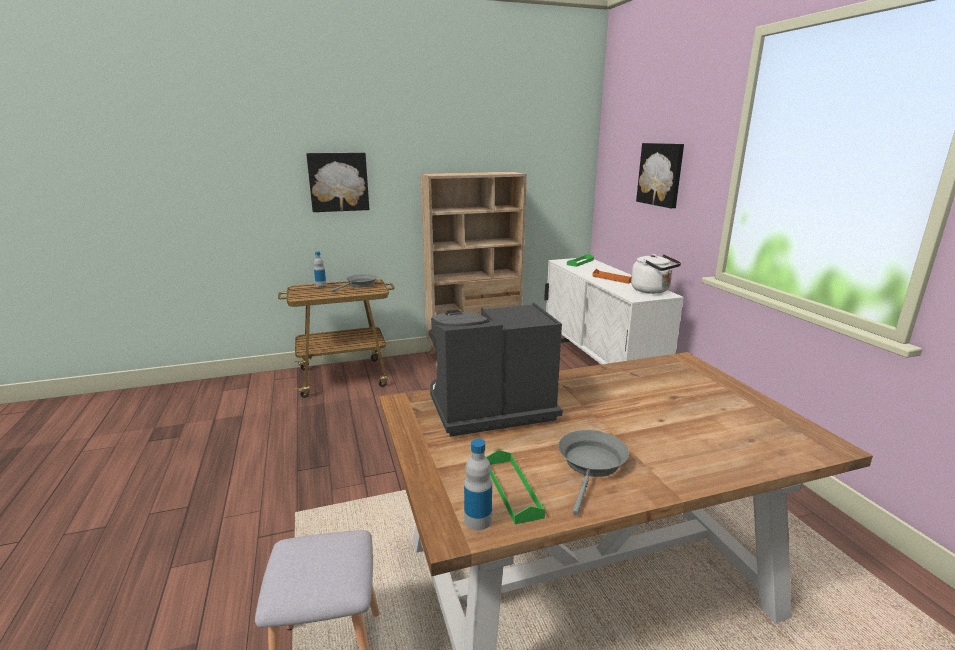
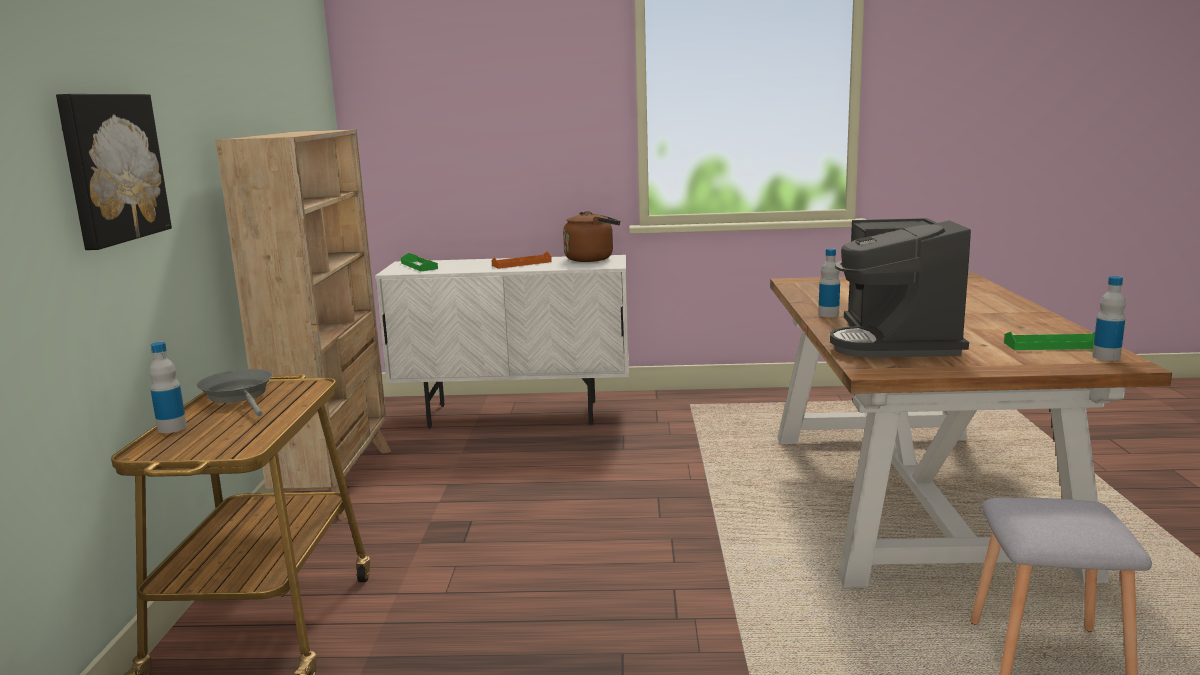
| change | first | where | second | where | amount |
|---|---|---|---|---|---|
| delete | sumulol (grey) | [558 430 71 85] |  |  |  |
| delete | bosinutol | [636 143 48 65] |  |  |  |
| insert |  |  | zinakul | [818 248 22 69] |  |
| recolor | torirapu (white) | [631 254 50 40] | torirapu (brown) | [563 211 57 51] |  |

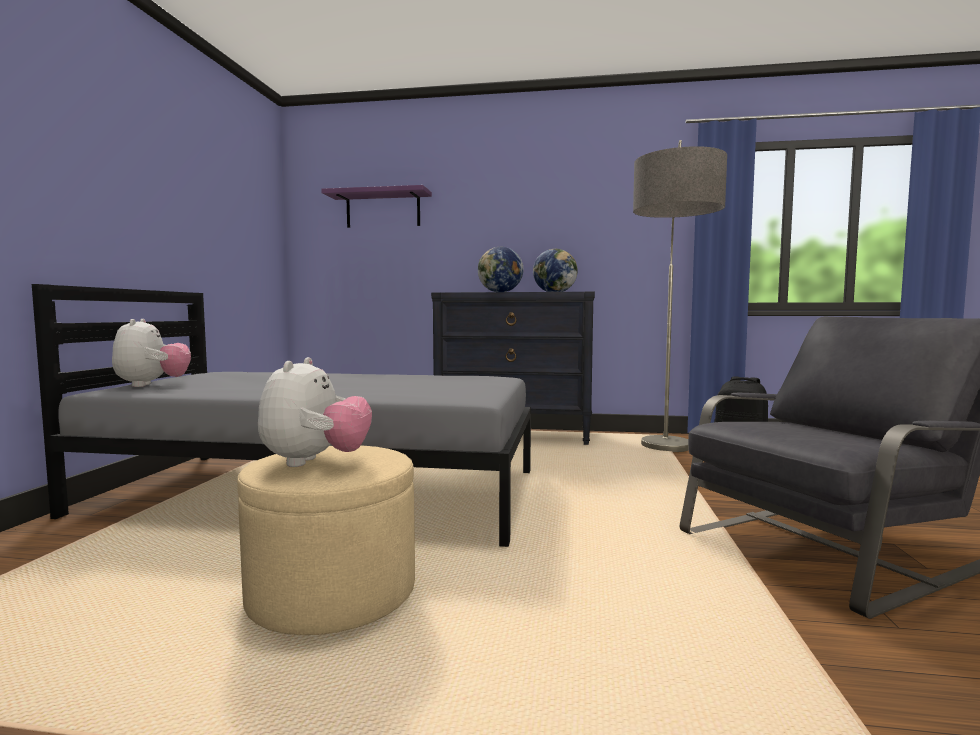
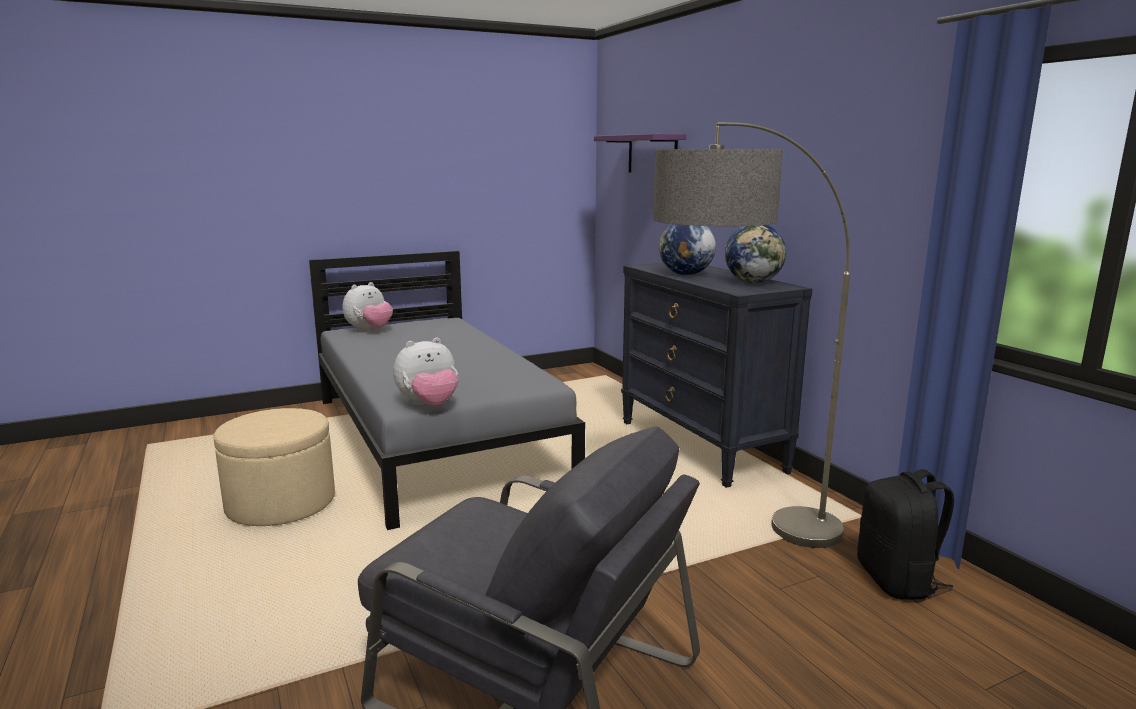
| change | first | where | second | where | amount |
|---|---|---|---|---|---|
| move | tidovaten | [258 357 114 110] |  | [393 338 65 67] |  |

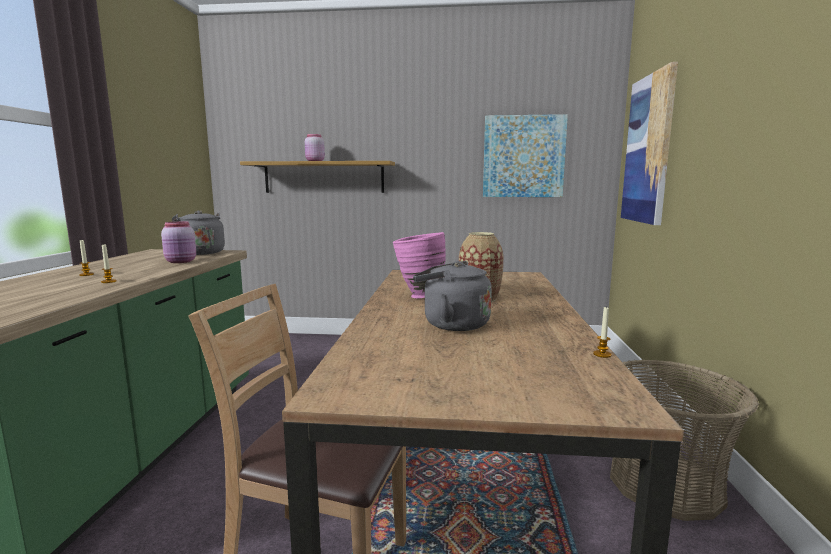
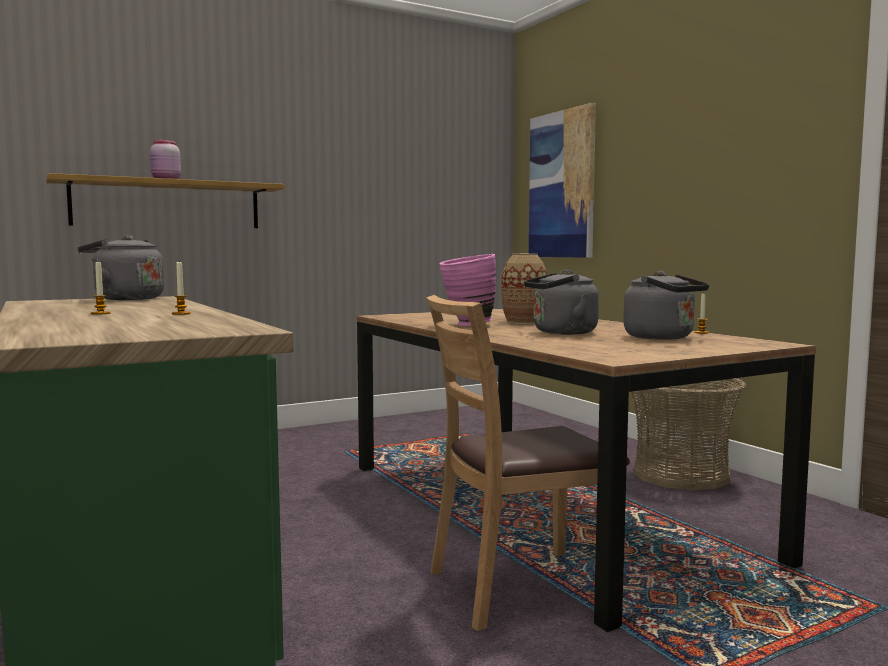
| change | first | where | second | where | amount |
|---|---|---|---|---|---|
| delete | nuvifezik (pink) | [161 221 35 42] |  |  |  |
| delete | bosinutol | [483 114 85 83] |  |  |  |
| insert |  |  | torirapu (grey) | [623 271 86 69] |  |

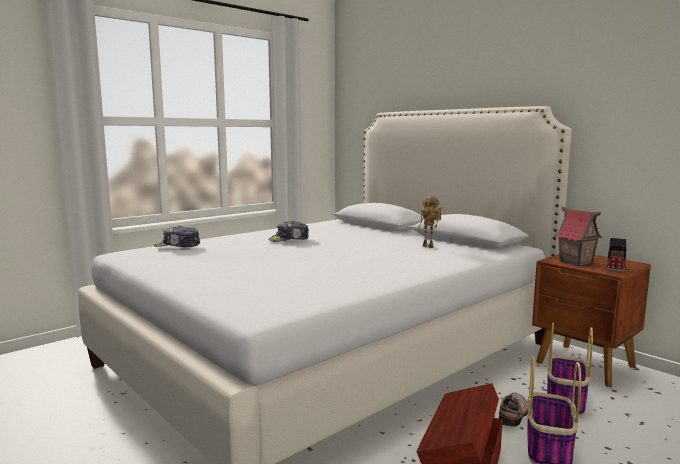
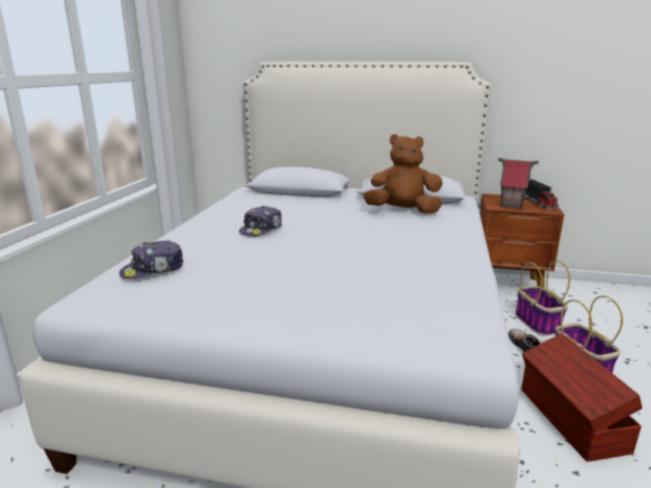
| change | first | where | second | where | amount |
|---|---|---|---|---|---|
| replace | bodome | [417 197 25 51] | tidovaten (brown) | [363 134 80 80] |  |

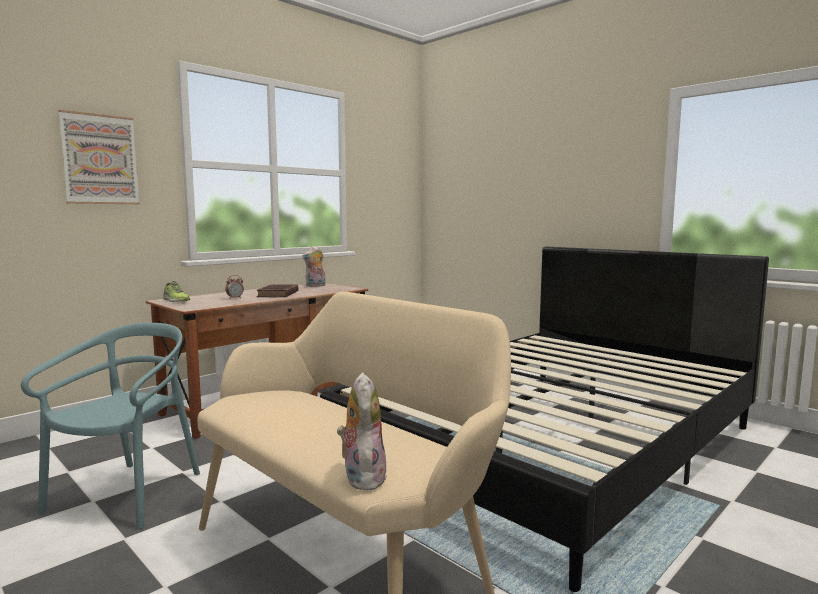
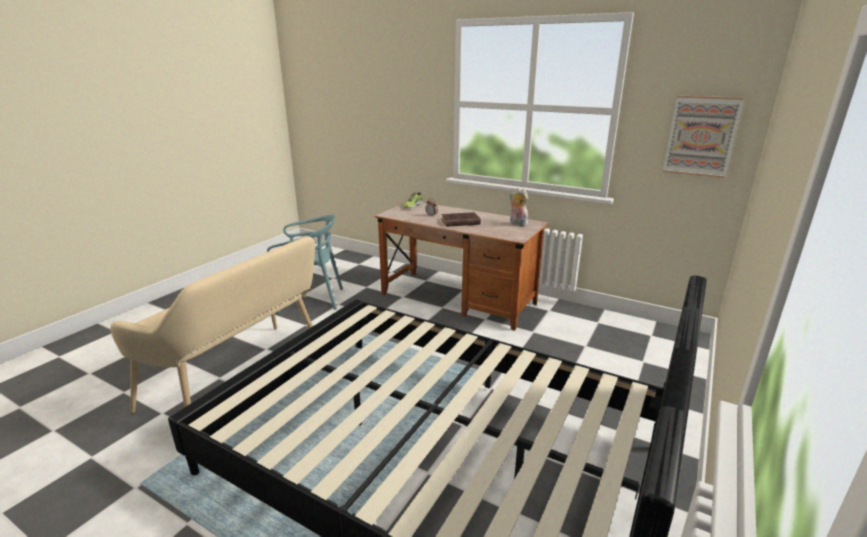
| change | first | where | second | where | amount |
|---|---|---|---|---|---|
| delete | tidovaten | [337 372 50 119] |  |  |  |
| move | bosinutol | [58 110 82 94] |  | [663 95 81 83] |  |

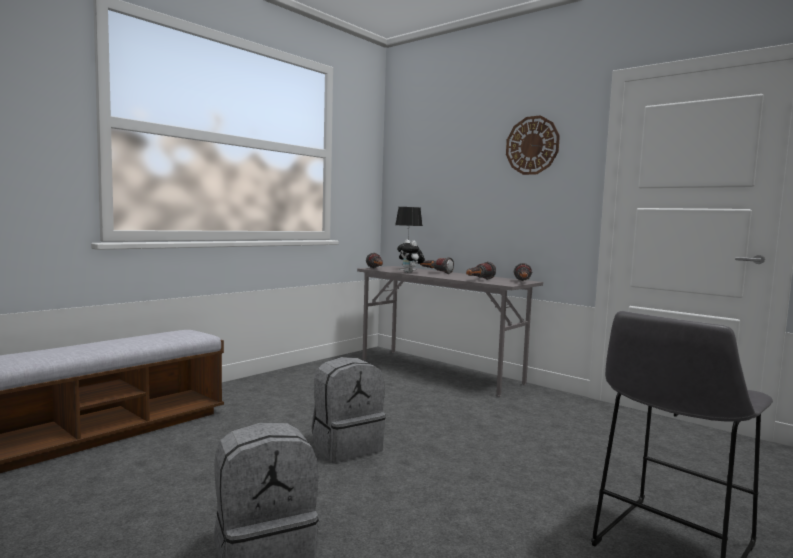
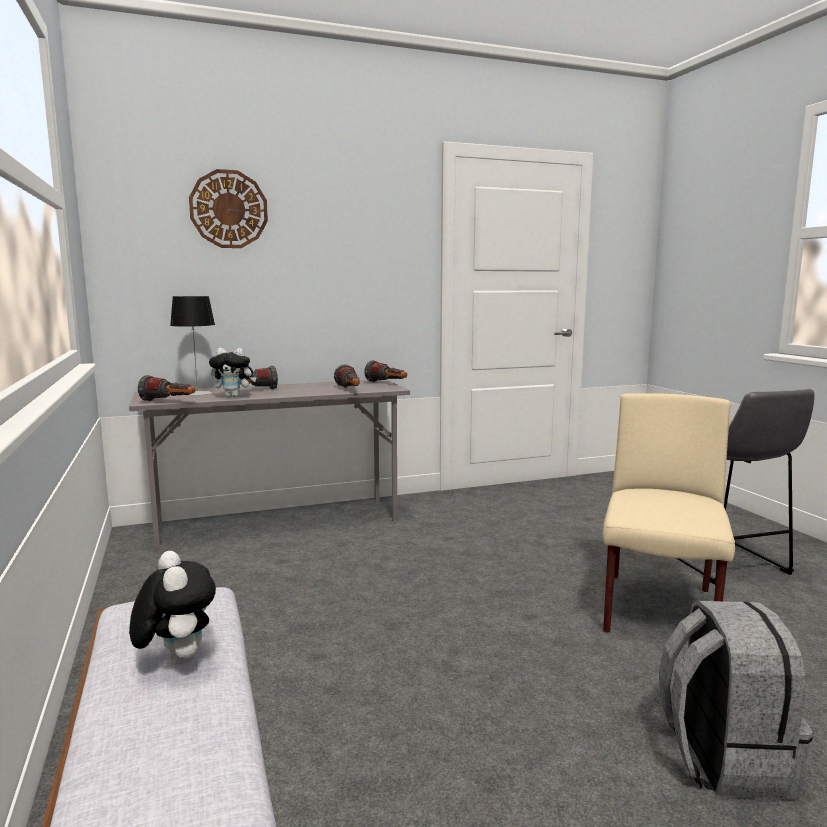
| change | first | where | second | where | amount |
|---|---|---|---|---|---|
| delete | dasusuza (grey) | [312 357 74 105] |  |  |  |
| insert |  |  | tidovaten | [129 551 87 115] |  |
| insert |  |  | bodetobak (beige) | [603 393 132 240] |  |
| move | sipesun | [506 115 54 60] |  | [189 169 79 79] |  |

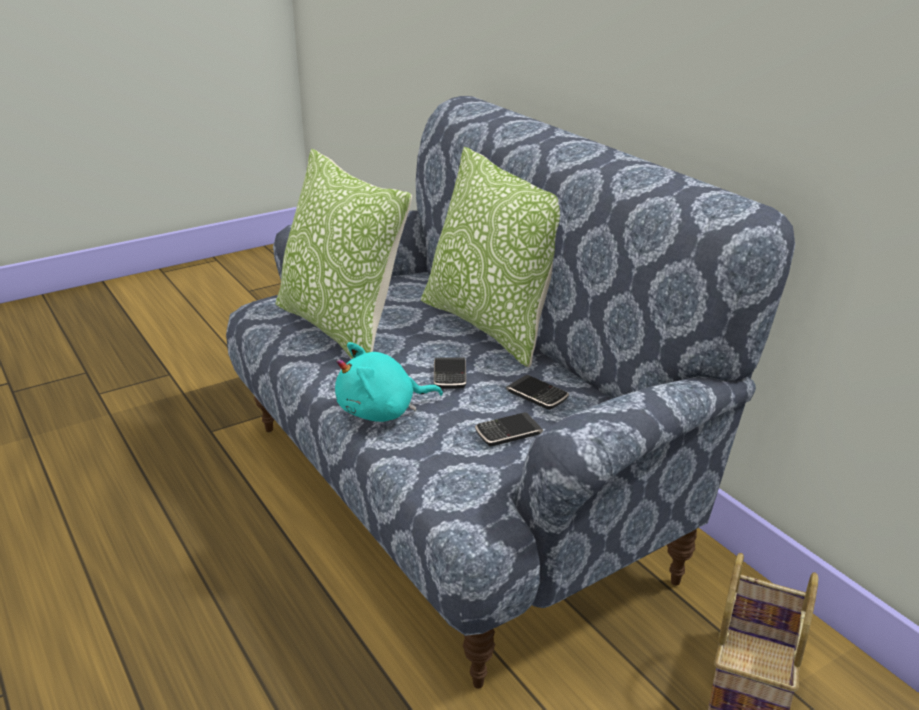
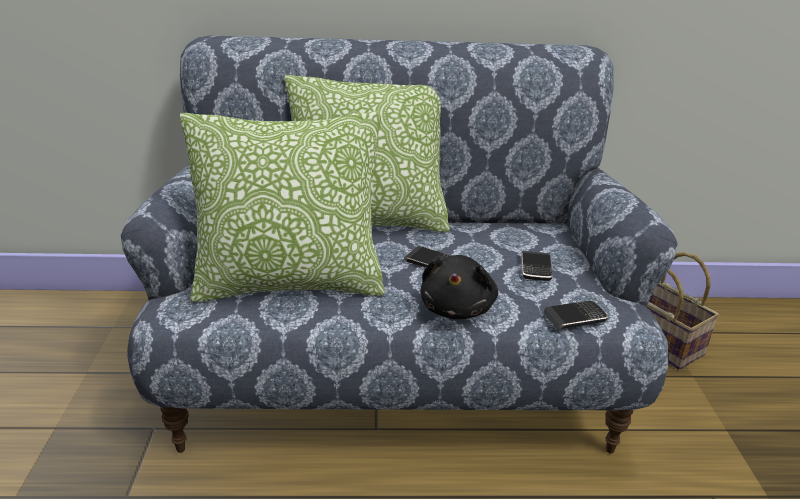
| change | first | where | second | where | amount |
|---|---|---|---|---|---|
| move | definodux | [506 375 63 35] |  | [544 301 64 28] |  |
| recolor | tidovaten (turquoise) | [335 342 108 80] | tidovaten (black) | [421 255 77 64] |  |

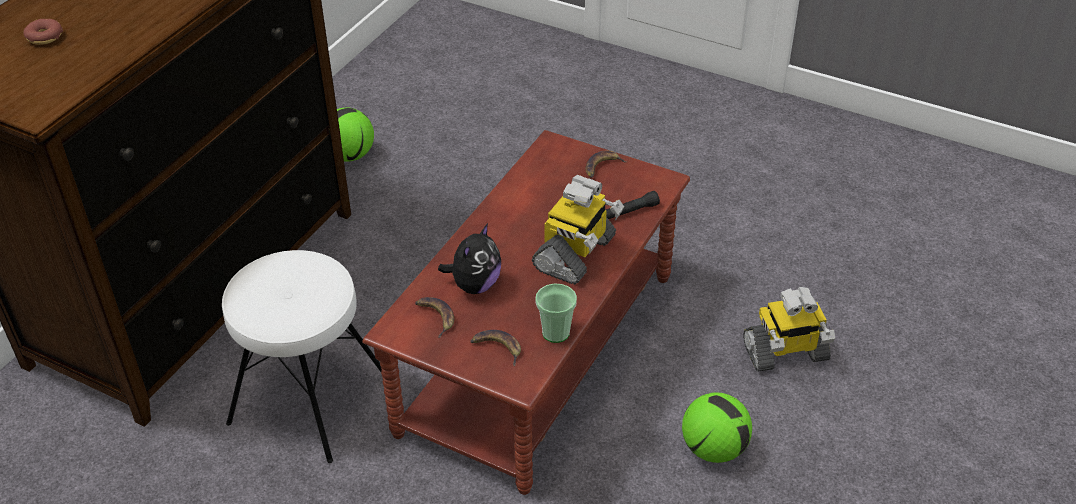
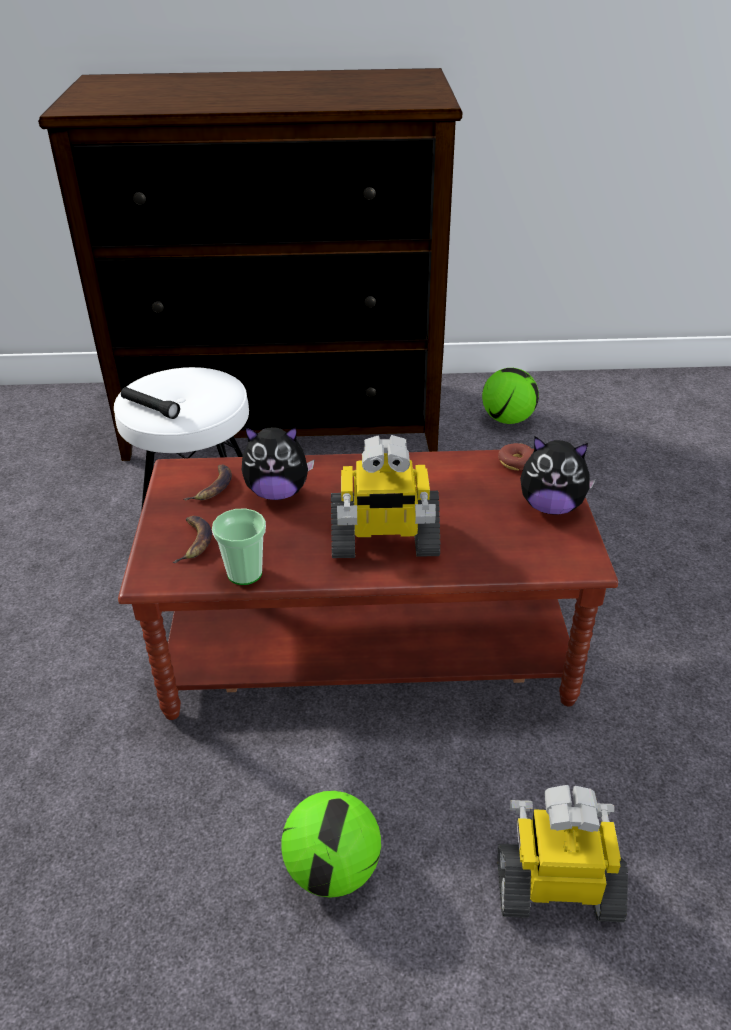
| change | first | where | second | where | amount |
|---|---|---|---|---|---|
| move | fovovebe | [24 19 39 26] |  | [498 443 36 28] |  |
| move | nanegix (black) | [606 191 54 28] |  | [121 387 59 32] |  |
| replace | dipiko | [586 150 42 28] | tidovaten | [520 436 76 78] |  |
| rotate | bodome | [743 287 92 85] |  | [497 785 131 137] | 135 degrees clockwise |

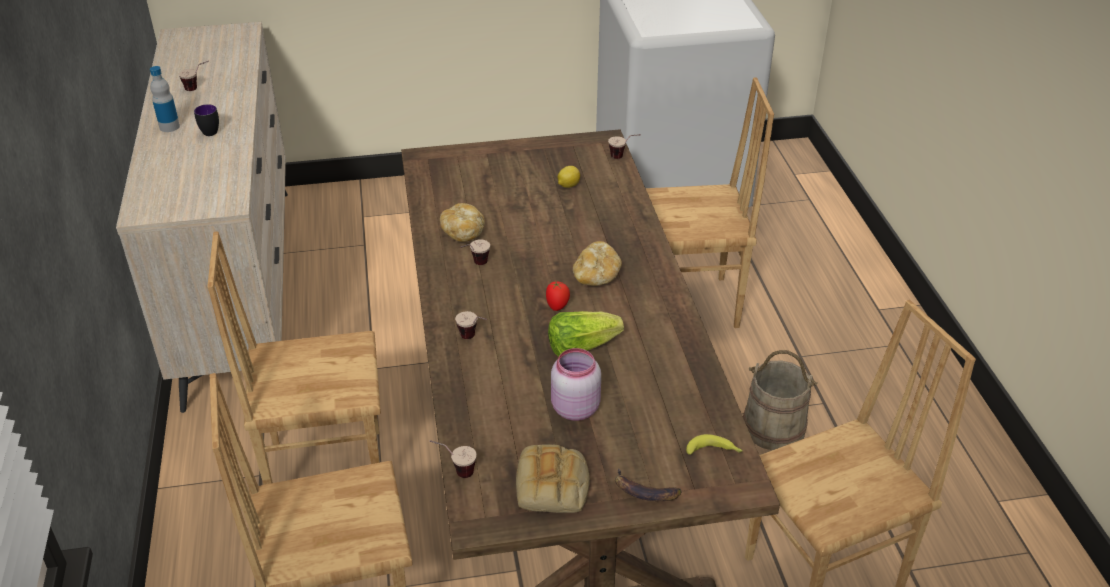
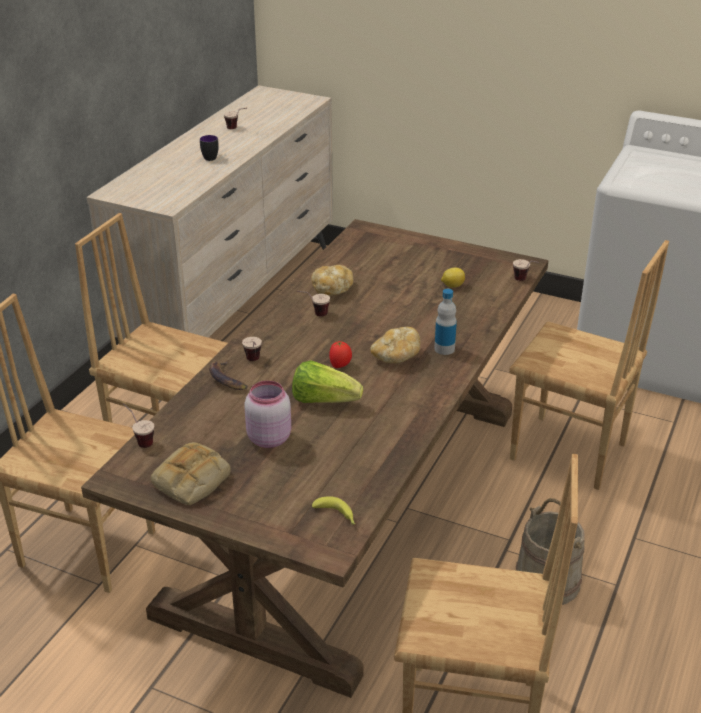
| change | first | where | second | where | amount |
|---|---|---|---|---|---|
| move | zinakul | [150 66 30 66] |  | [434 289 23 66] |  |
| move | dipiko | [615 468 67 33] |  | [209 362 39 28] |  |

